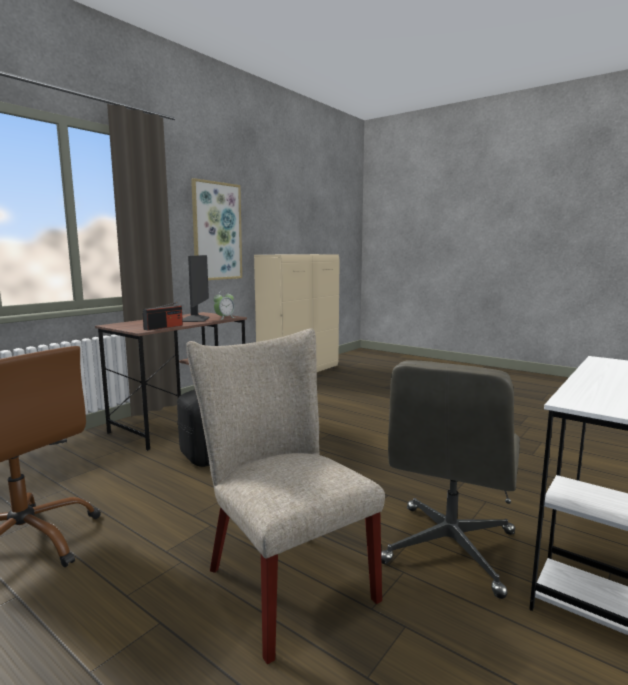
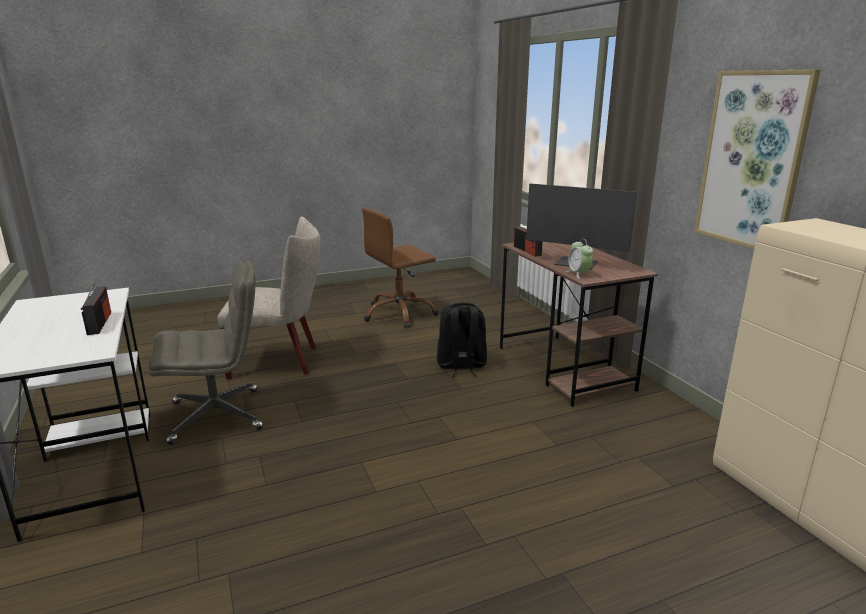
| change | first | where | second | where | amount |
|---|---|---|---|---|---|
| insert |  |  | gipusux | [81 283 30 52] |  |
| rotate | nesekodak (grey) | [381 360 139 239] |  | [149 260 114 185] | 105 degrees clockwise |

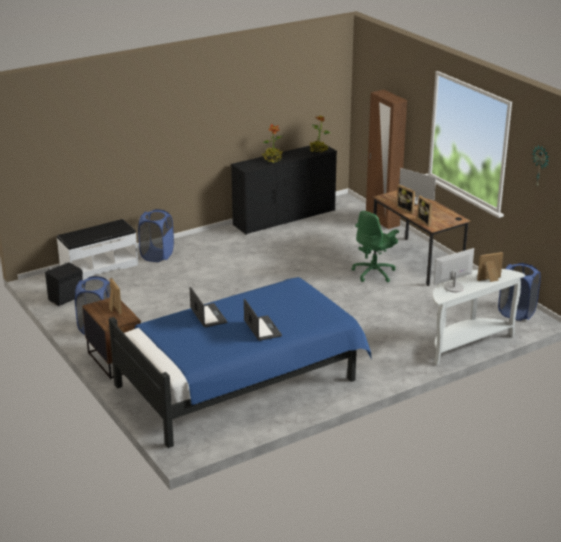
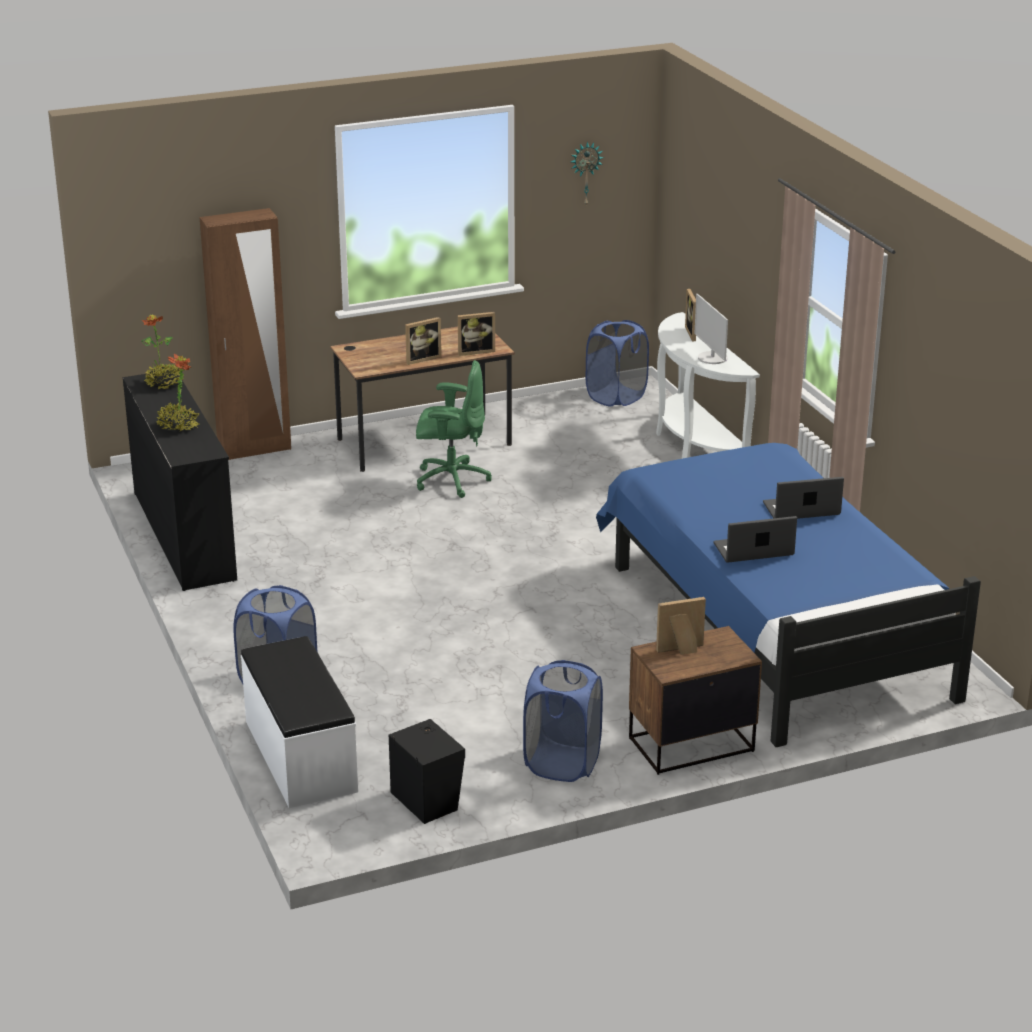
| change | first | where | second | where | amount |
|---|---|---|---|---|---|
| delete | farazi | [399 168 37 37] |  |  |  |
| rotate | nesekodak (green) | [352 211 47 71] |  | [416 360 76 138] | 45 degrees counterclockwise |

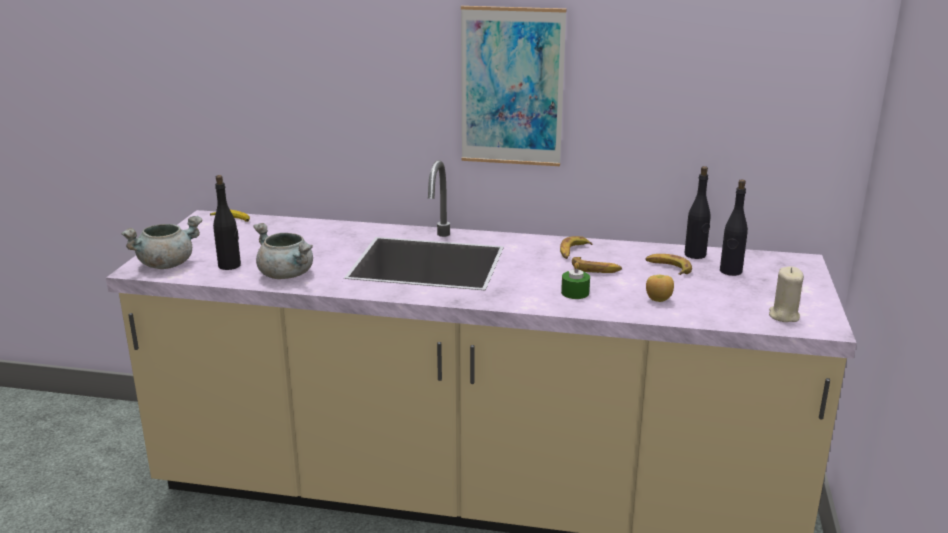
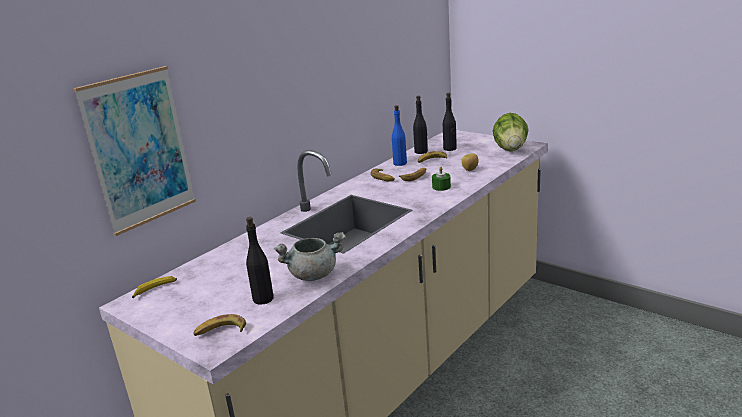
| change | first | where | second | where | amount |
|---|---|---|---|---|---|
| insert |  |  | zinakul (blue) | [392 105 15 61] |  |
| move | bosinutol | [461 6 105 160] |  | [73 66 123 170] |  |
| replace | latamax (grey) | [121 216 81 53] | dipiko | [193 314 53 22] |  |
| replace | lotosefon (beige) | [769 267 35 55] | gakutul | [493 113 36 38] |  |

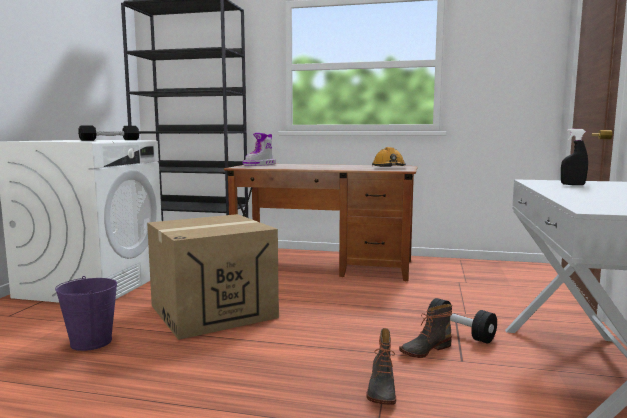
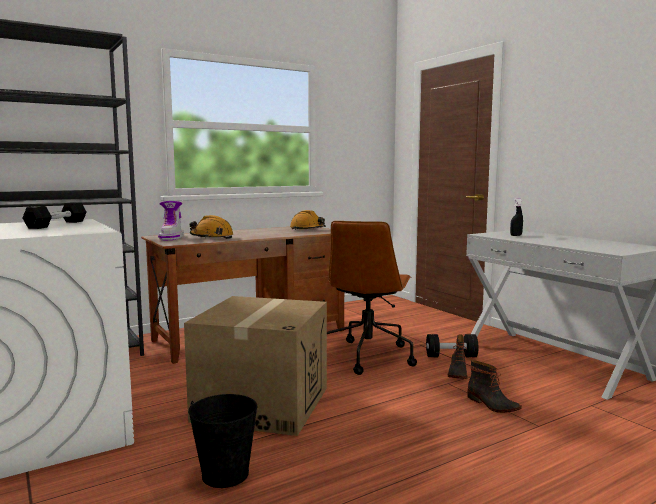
| change | first | where | second | where | amount |
|---|---|---|---|---|---|
| insert |  |  | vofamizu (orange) | [189 215 44 24] |  |
| insert |  |  | nesekodak (brown) | [327 221 90 154] |  |
| recolor | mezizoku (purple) | [55 276 62 75] | mezizoku (black) | [188 394 69 94] |  |

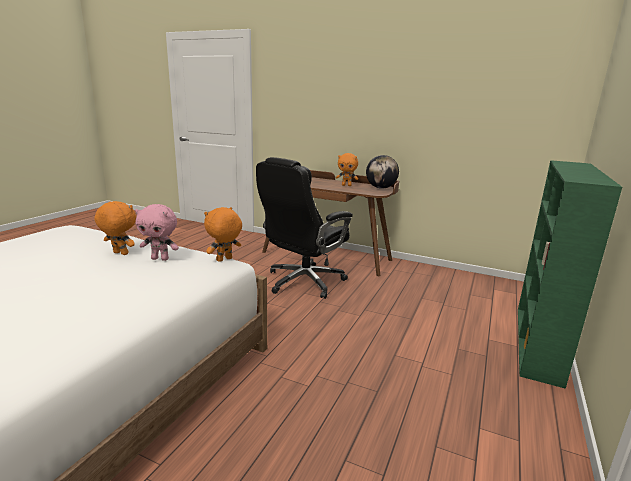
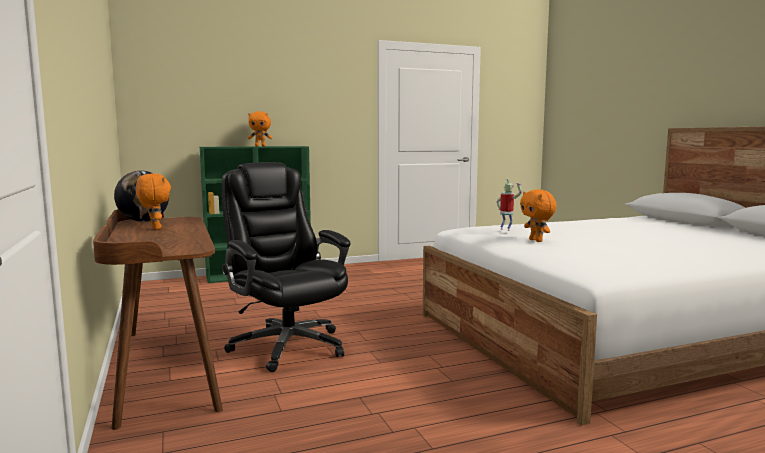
| change | first | where | second | where | amount |
|---|---|---|---|---|---|
| move | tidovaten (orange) | [204 207 38 55] |  | [248 111 24 35] |  |
| replace | tidovaten (pink) | [135 204 44 57] | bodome | [497 179 25 52] |  |
| rotate | nesekodak (black) | [256 157 97 142] |  | [222 162 129 210] | 120 degrees counterclockwise |

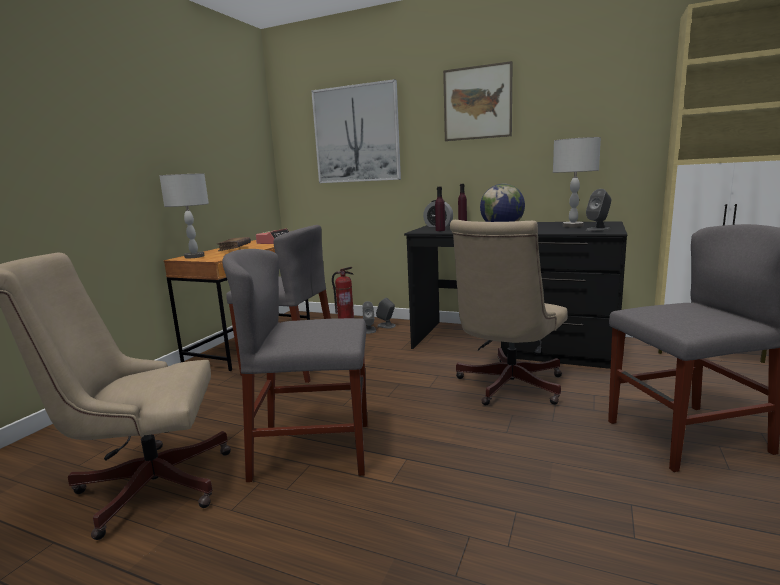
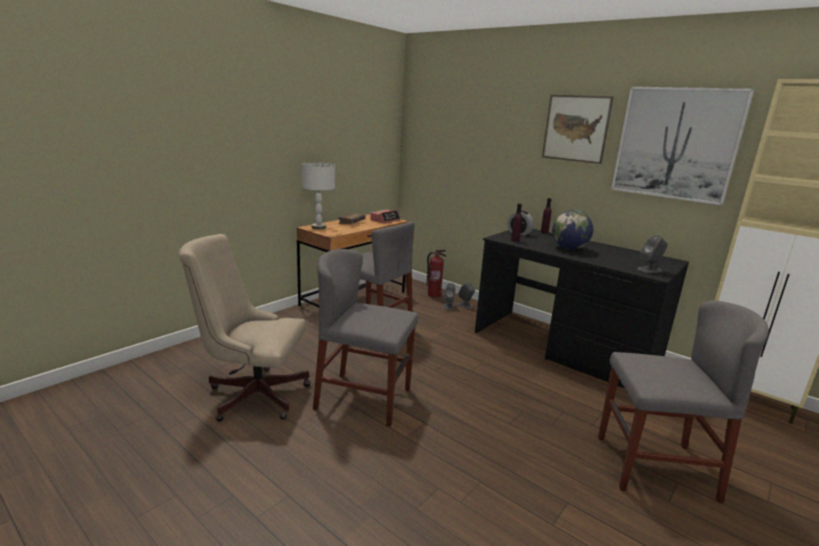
| change | first | where | second | where | amount |
|---|---|---|---|---|---|
| delete | nesekodak (beige) | [450 220 118 185] |  |  |  |
| delete | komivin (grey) | [553 137 48 90] |  |  |  |
| move | bosinutol | [311 79 90 104] |  | [611 87 143 118] |  |

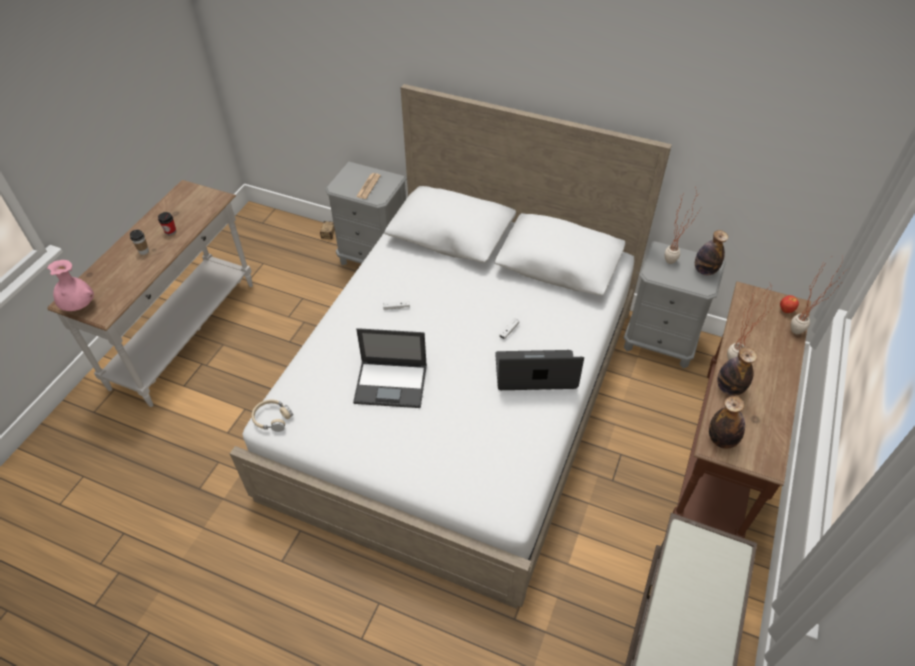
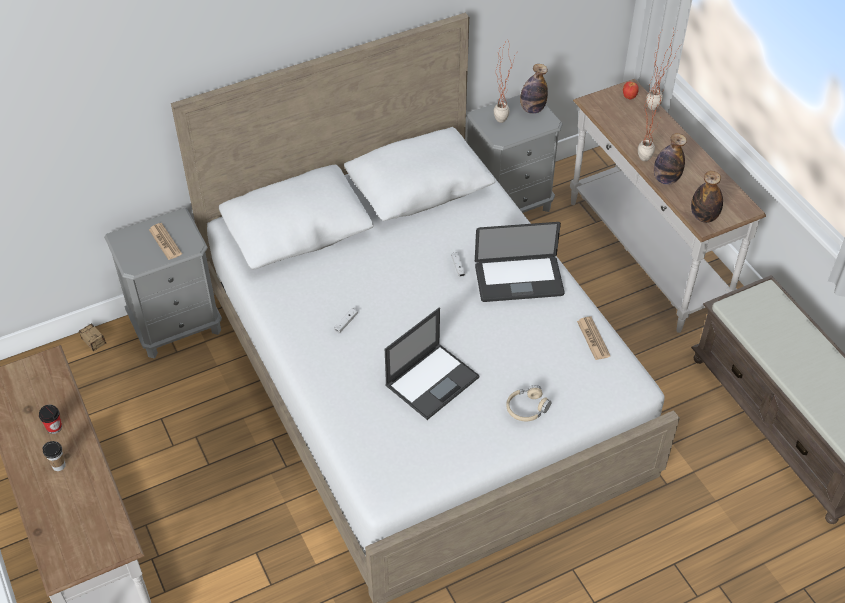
| change | first | where | second | where | amount |
|---|---|---|---|---|---|
| delete | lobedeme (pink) | [47 260 47 51] |  |  |  |
| insert |  |  | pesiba | [577 317 33 43] |  |
| move | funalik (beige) | [251 399 42 33] |  | [506 385 45 36] |  |
| recolor | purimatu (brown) | [673 282 138 257] | purimatu (white) | [570 79 196 254] |  |
| rotate | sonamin | [495 350 89 40] |  | [475 222 90 80] | 135 degrees counterclockwise |

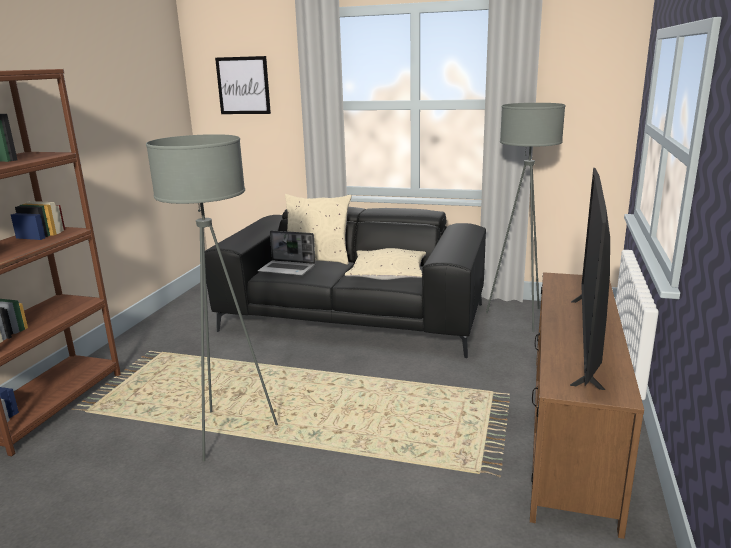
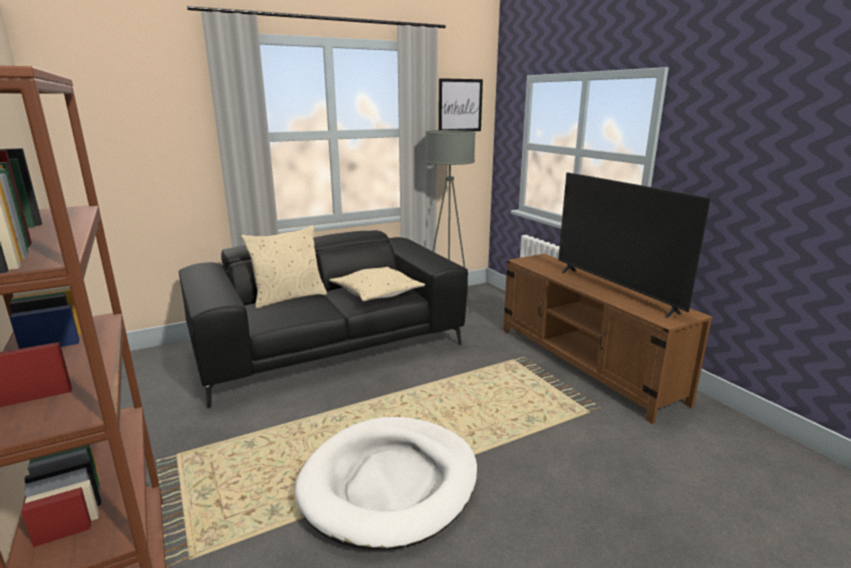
| change | first | where | second | where | amount |
|---|---|---|---|---|---|
| delete | sonamin | [258 230 58 46] |  |  |  |
| move | bosinutol | [215 56 56 58] |  | [438 78 45 53] |  |
| replace | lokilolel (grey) | [146 134 132 327] | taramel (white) | [295 417 182 133] |  |

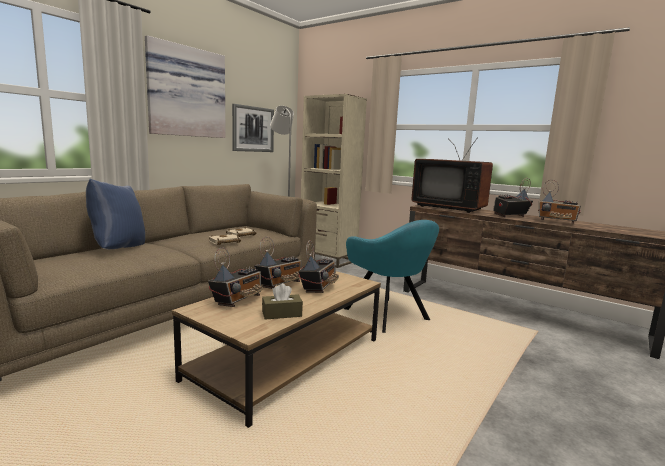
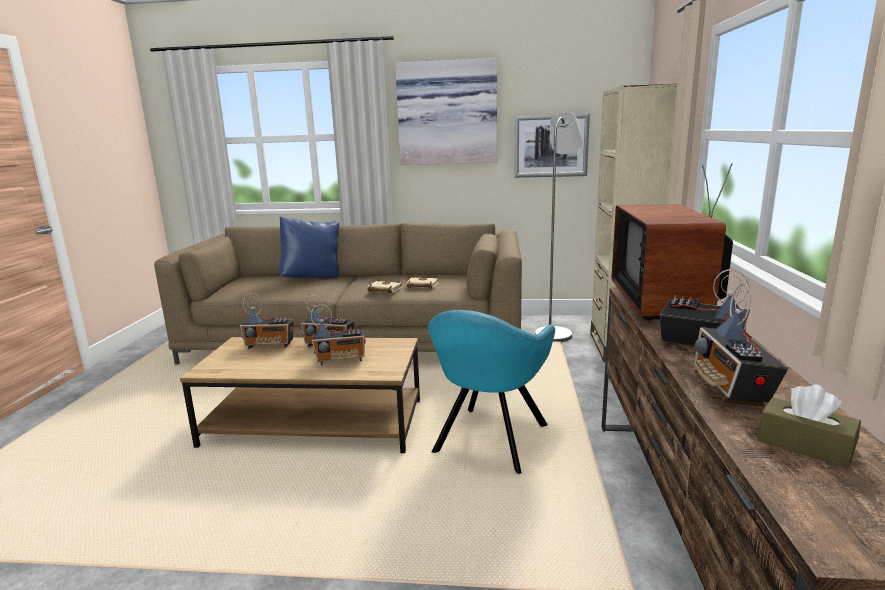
| change | first | where | second | where | amount |
|---|---|---|---|---|---|
| move | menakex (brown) | [262 283 41 37] |  | [758 384 103 84] |  |

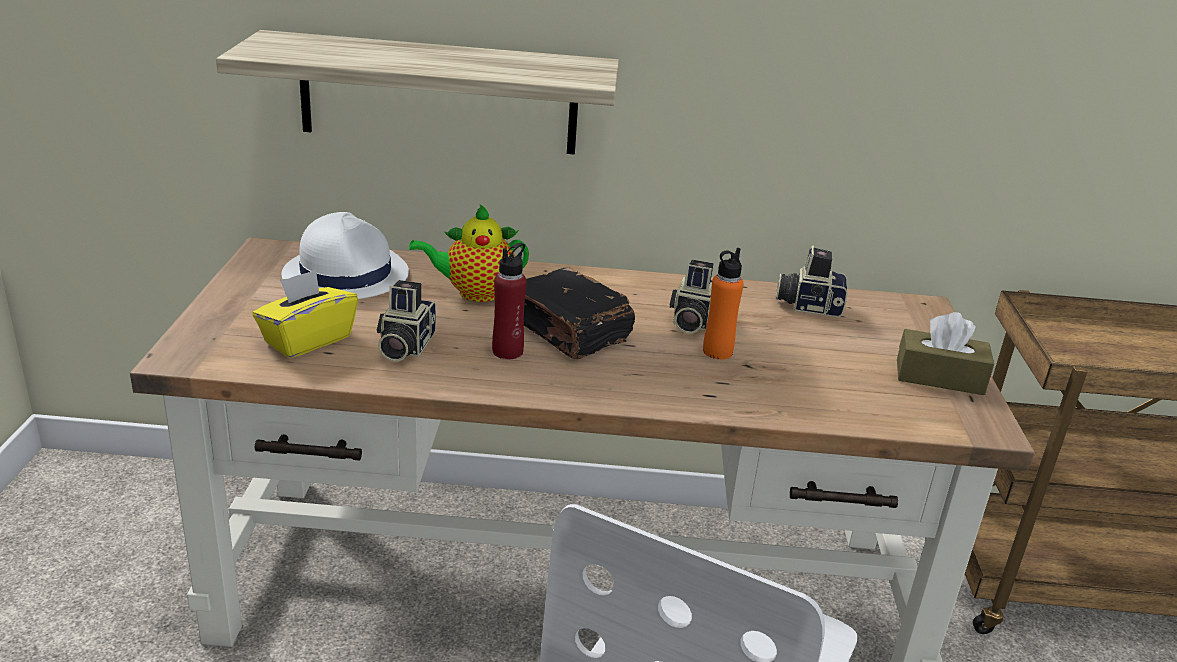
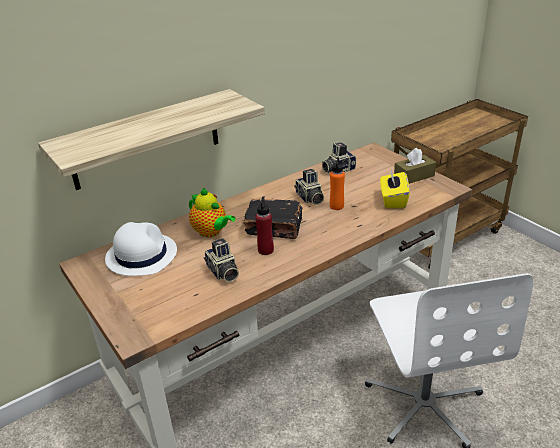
| change | first | where | second | where | amount |
|---|---|---|---|---|---|
| move | menakex (yellow) | [253 269 105 89] |  | [380 170 30 38] |  |
| rotate | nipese | [409 204 120 98] |  | [189 188 47 49] | 90 degrees counterclockwise |

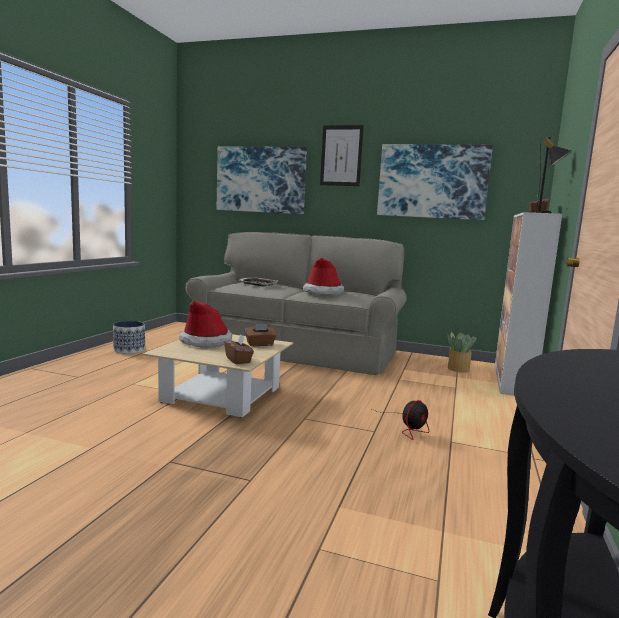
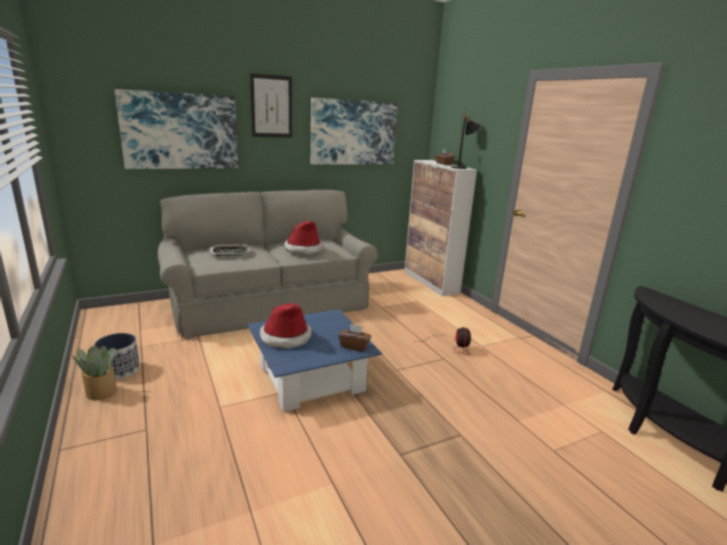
| change | first | where | second | where | amount |
|---|---|---|---|---|---|
| delete | menakex (brown) | [245 323 31 23] |  |  |  |
| move | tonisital | [447 332 30 41] |  | [72 346 45 54] |  |
| recolor | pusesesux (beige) | [142 334 151 84] | pusesesux (blue) | [247 309 135 103] |  |

